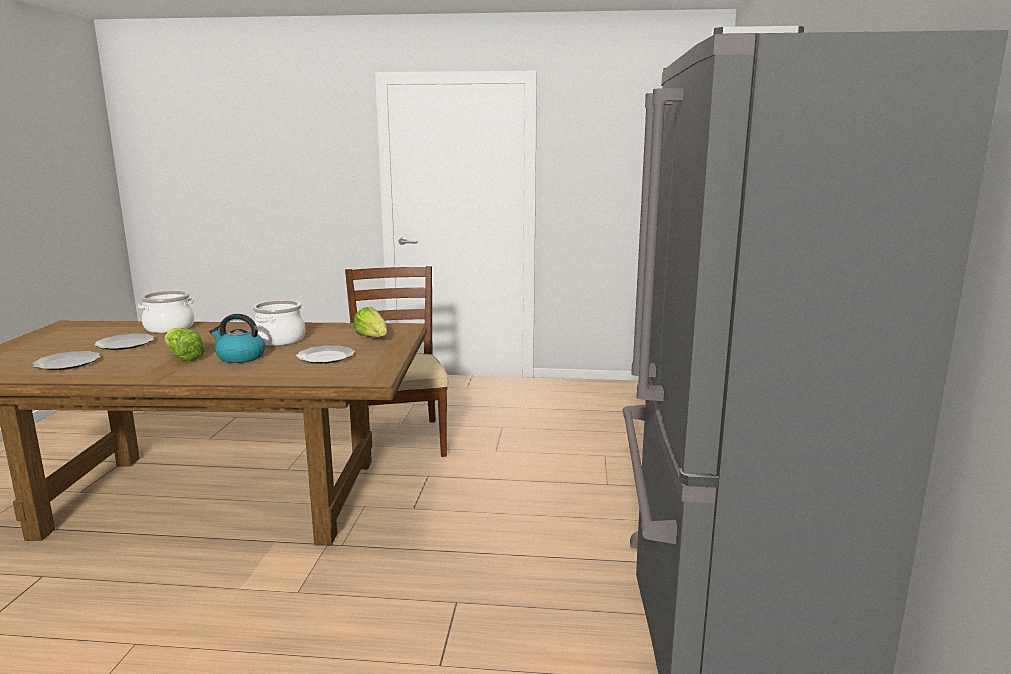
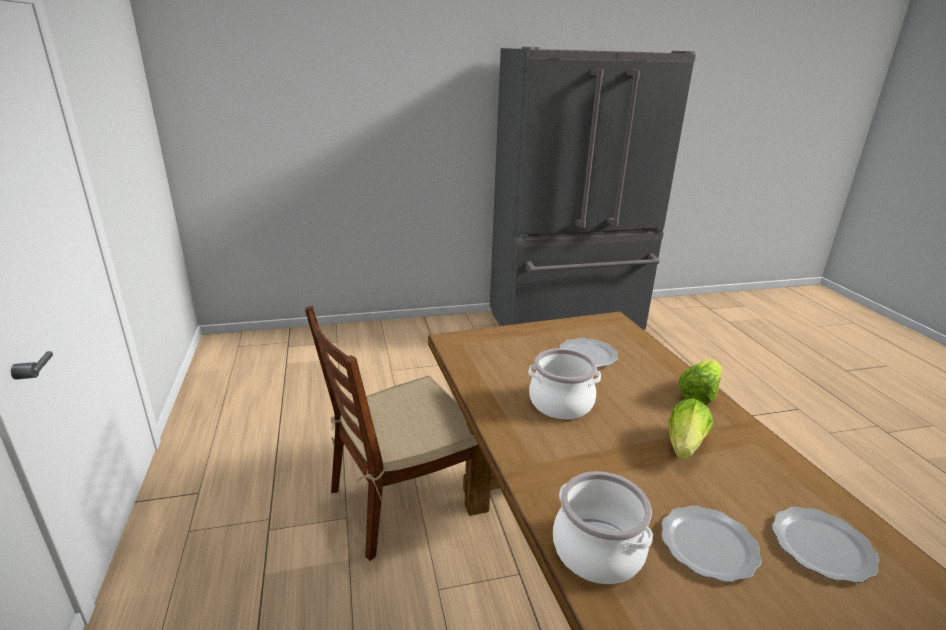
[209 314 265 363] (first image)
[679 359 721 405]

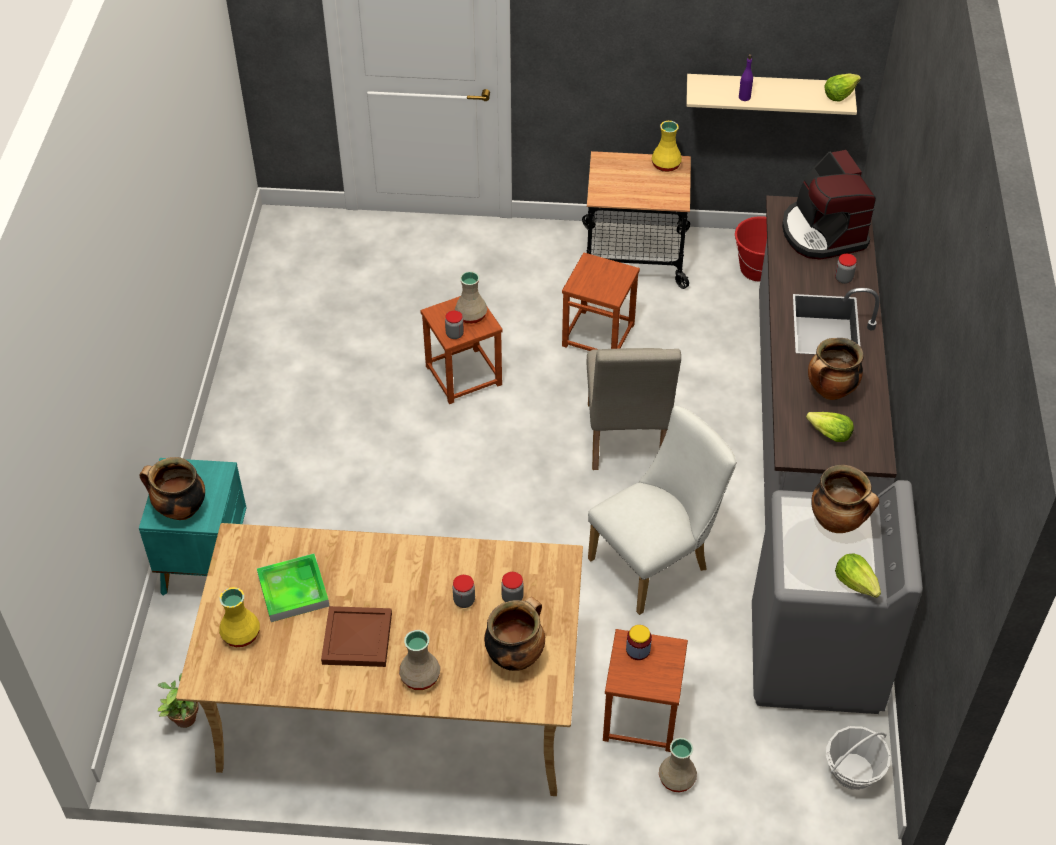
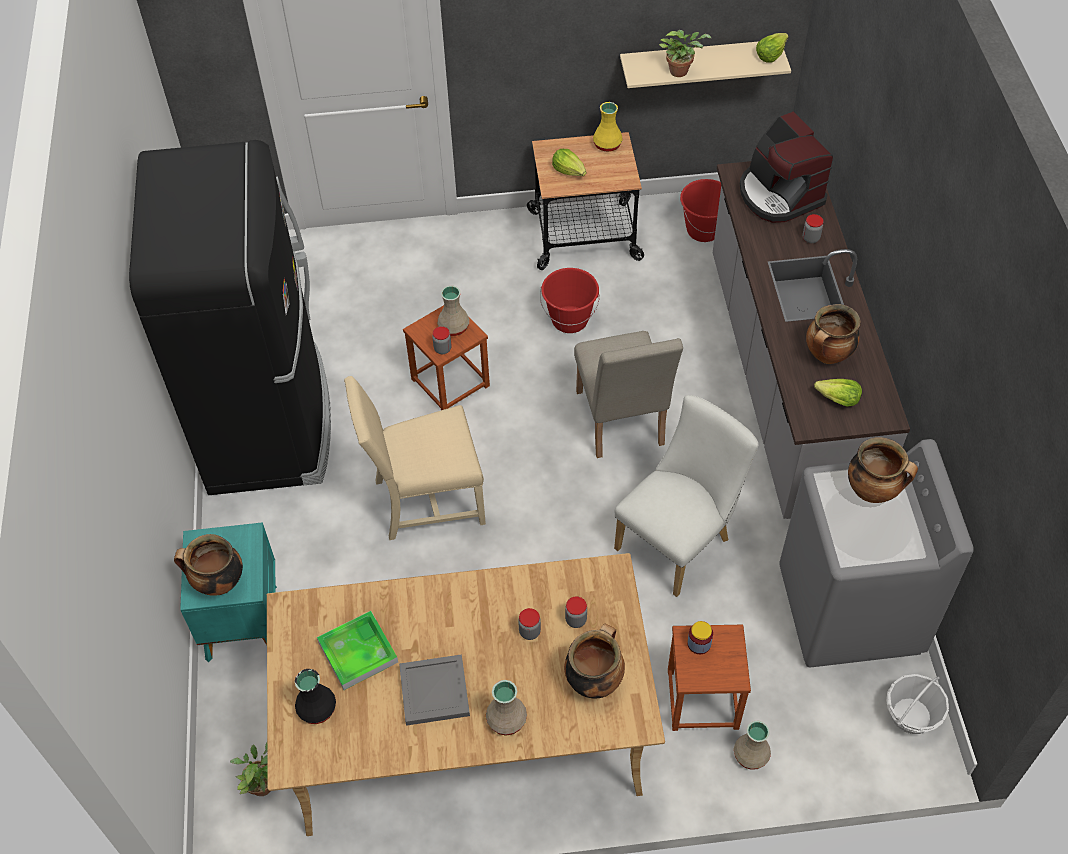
[295 669 336 724]
[399 654 470 726]
[540 268 600 333]
[659 30 711 77]
[552 149 586 176]
[129 140 331 495]
[344 376 486 540]

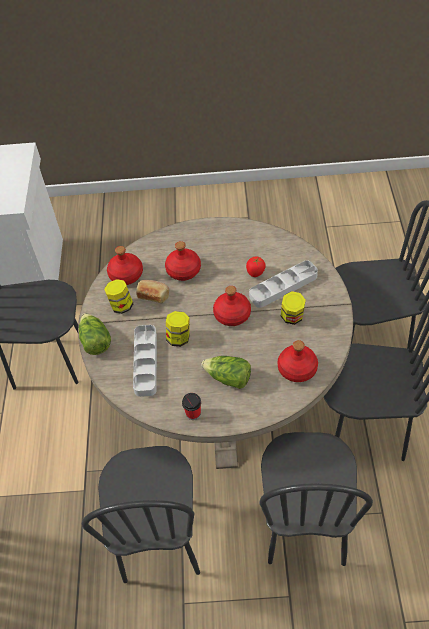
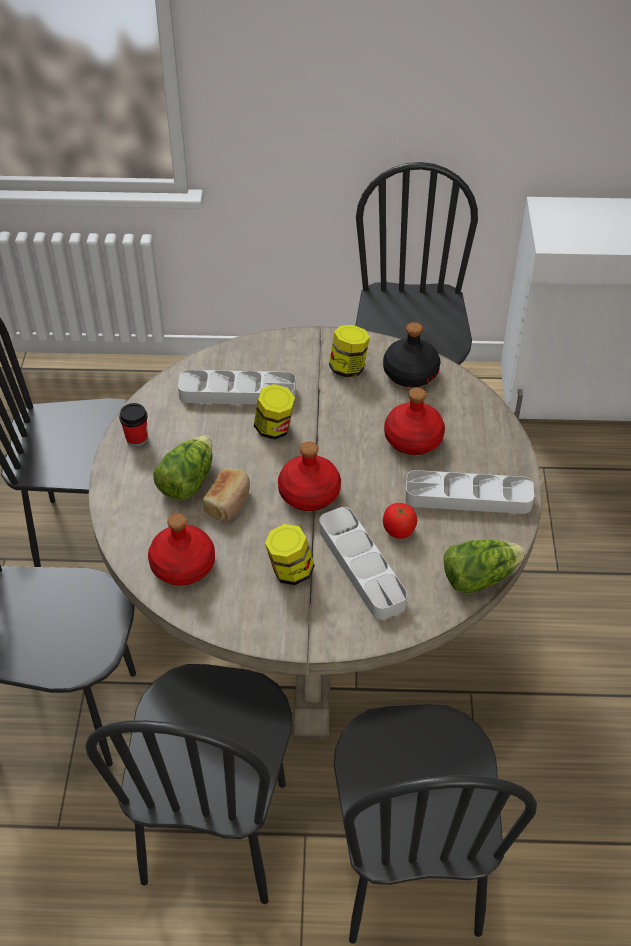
[443 540 526 593]
[383 322 441 387]
[203 468 250 521]
[405 470 534 514]

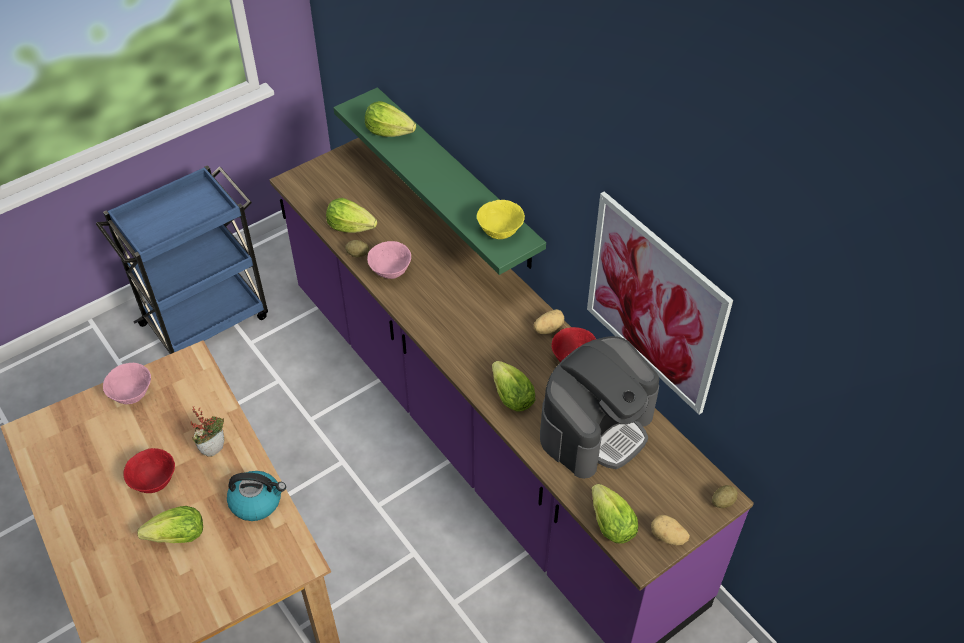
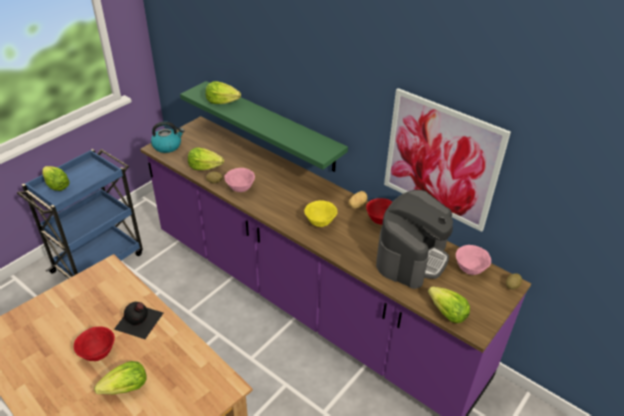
[456 245 491 275]
[114 302 163 339]
[151 122 184 153]
[304 200 337 227]
[42 166 69 191]
[651 515 690 546] (first image)

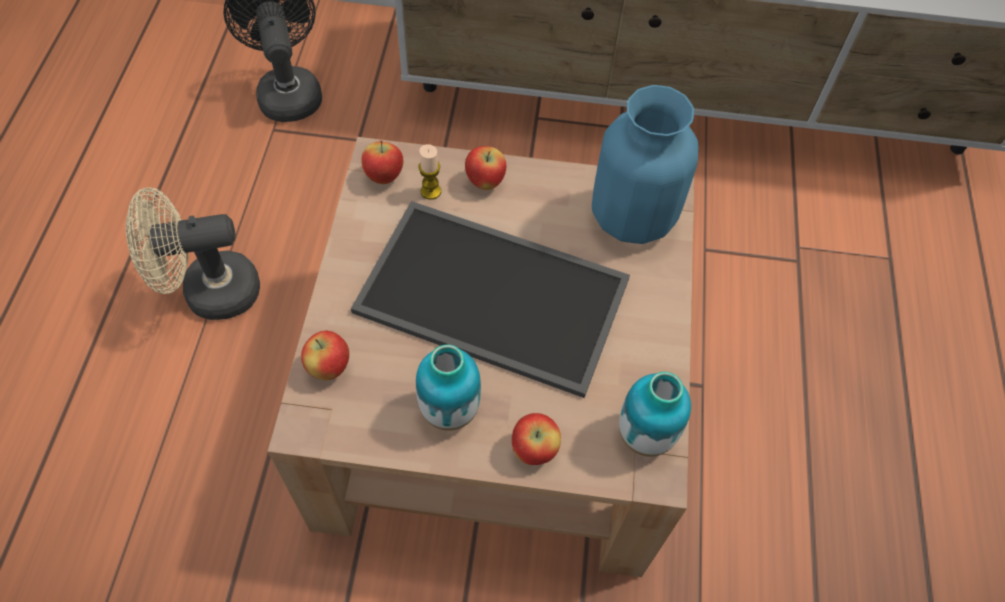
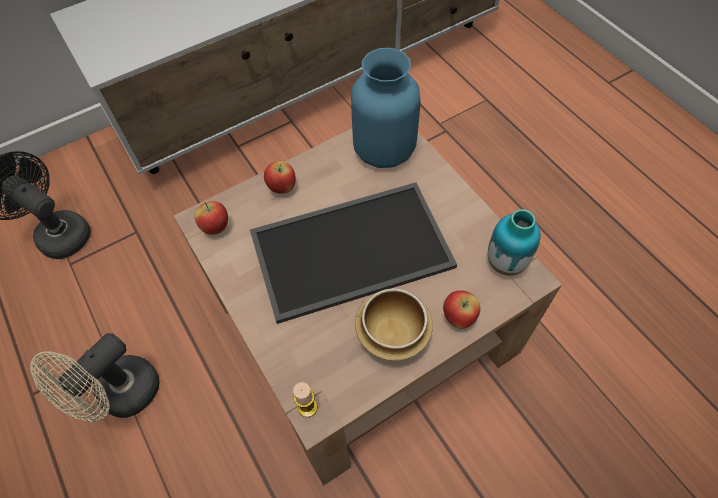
[301 331 349 380] (first image)
[355 288 433 361]
[293 382 318 417]

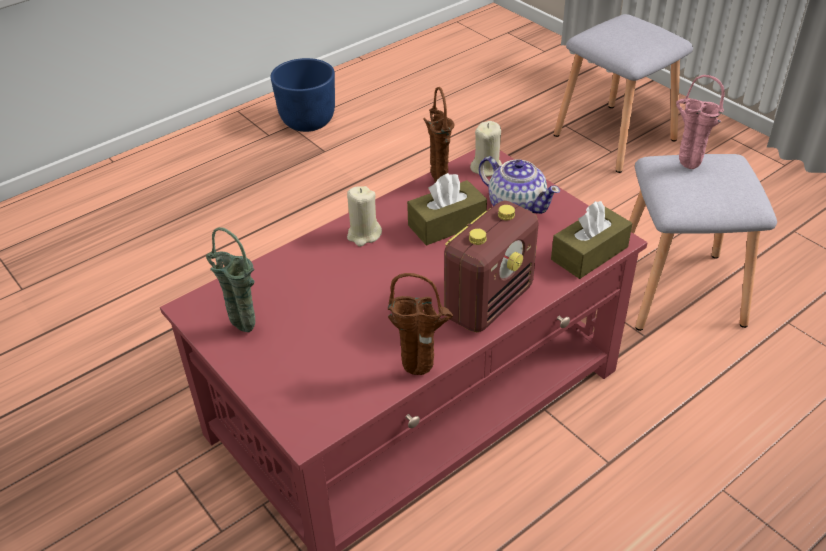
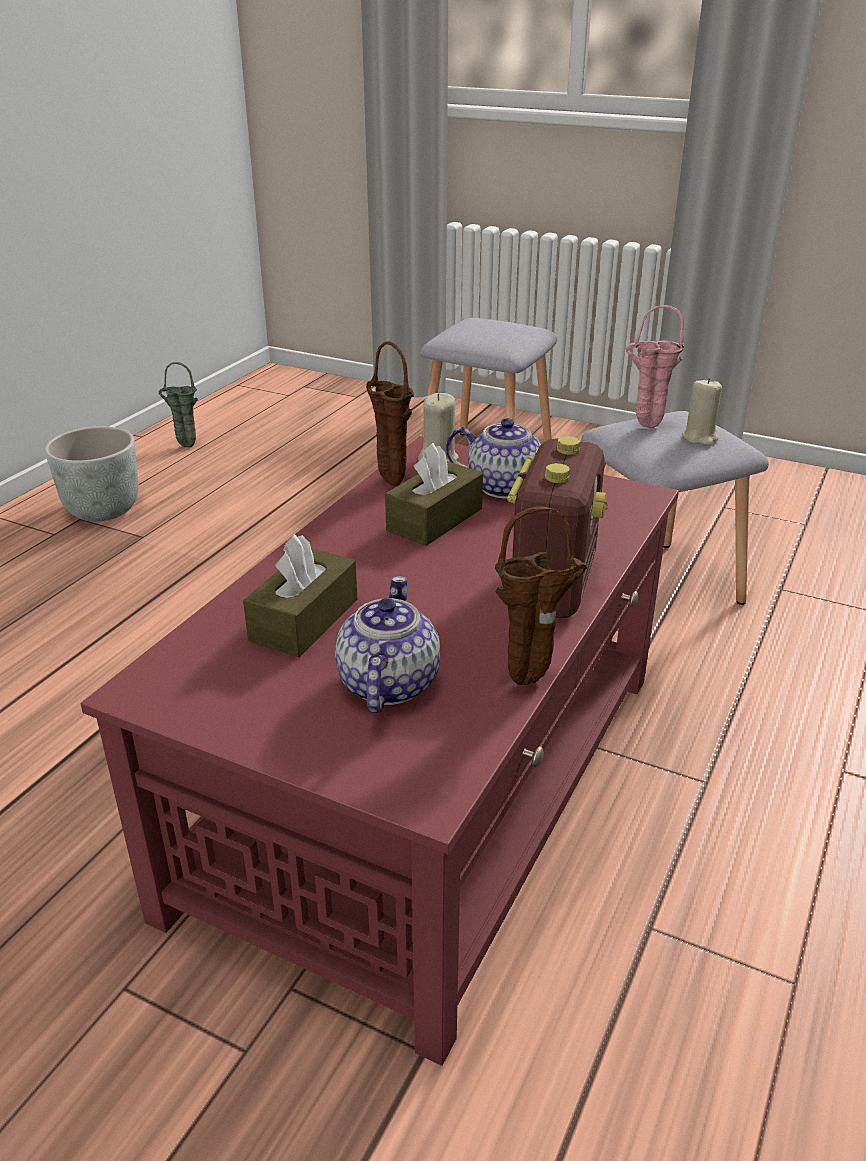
[159 362 198 447]
[44 426 138 522]
[682 378 722 446]
[243 534 357 657]
[335 576 440 713]

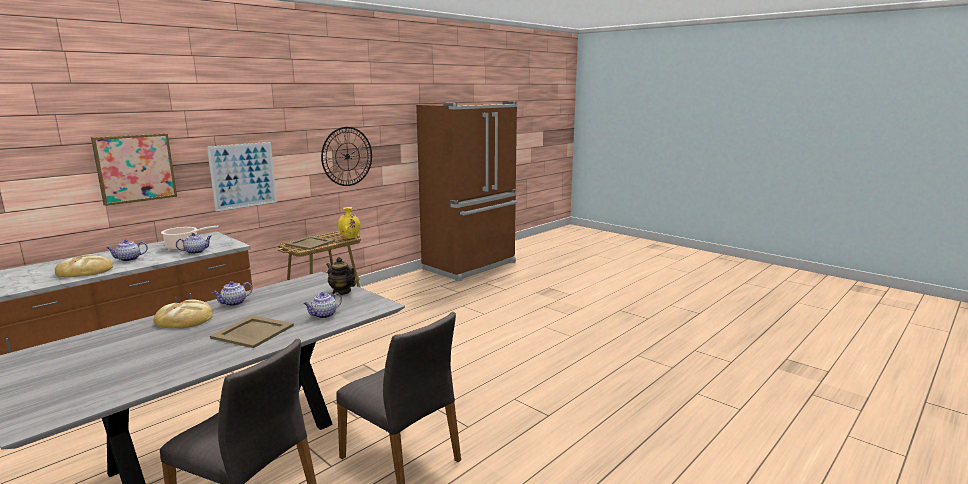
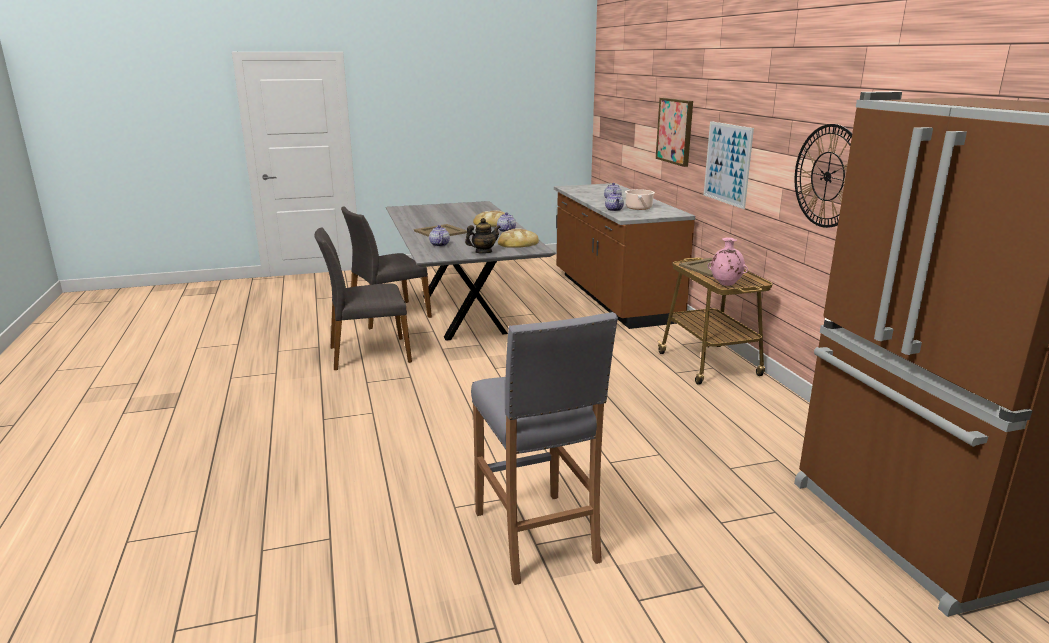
[498 228 539 248]
[708 238 748 286]
[471 312 618 585]

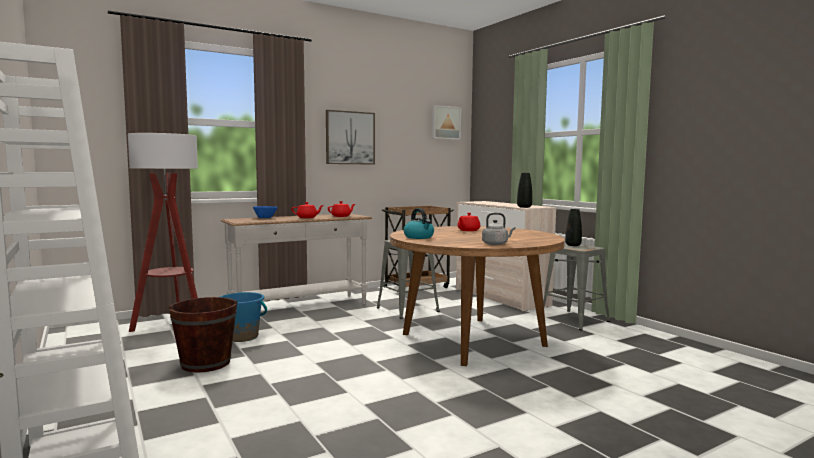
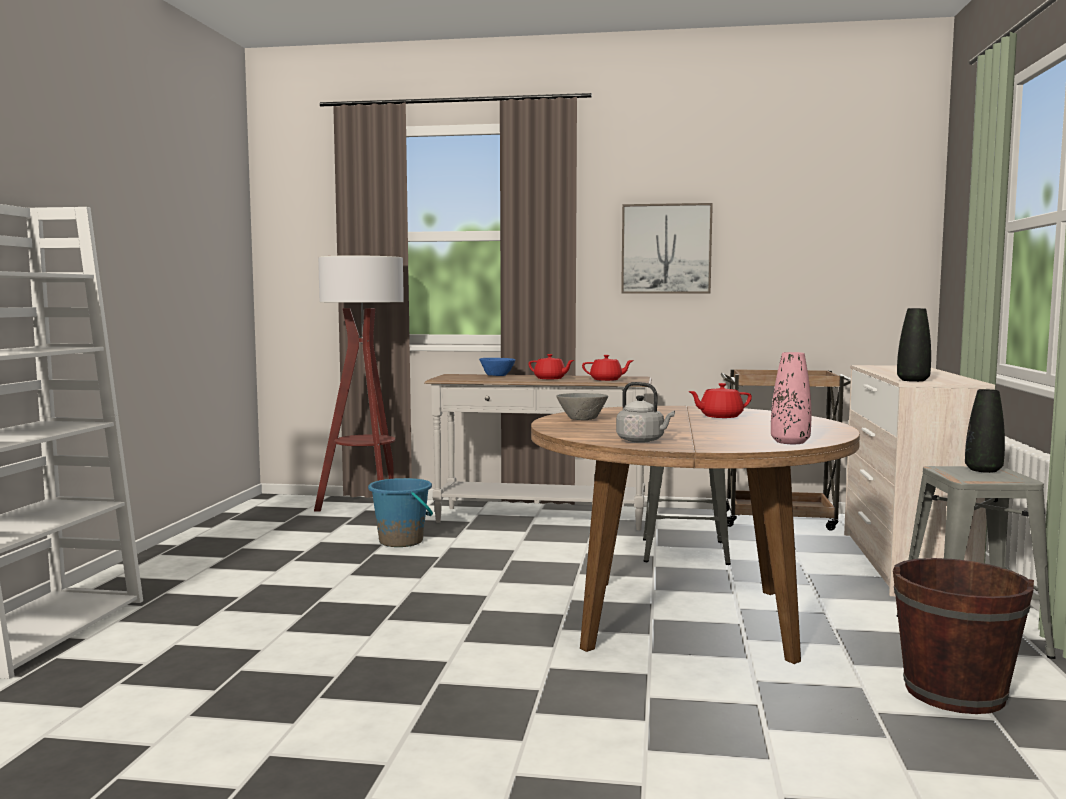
[893 558 1034 714]
[556 393 608 420]
[432 105 461 140] (first image)
[771 352 811 444]

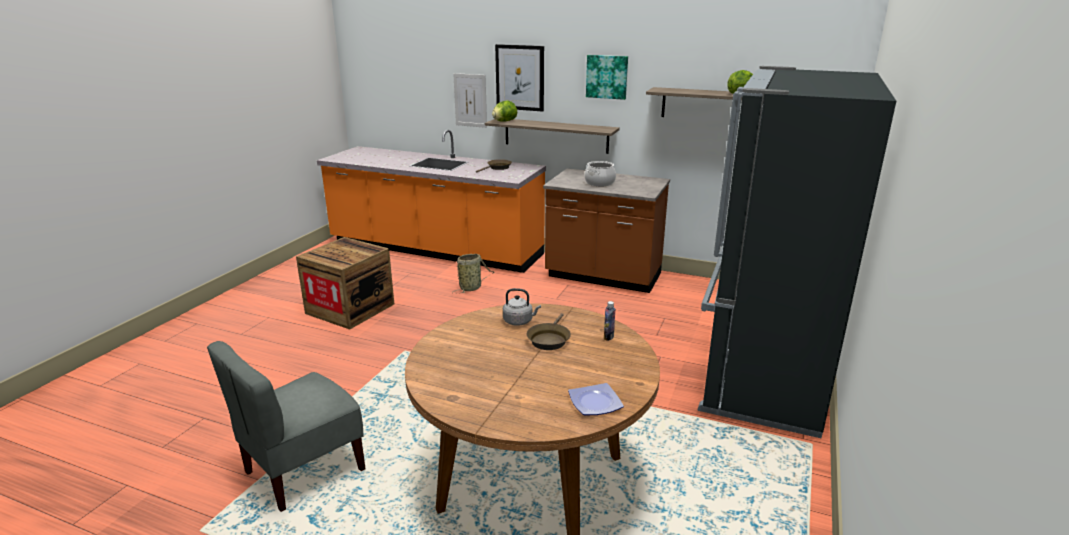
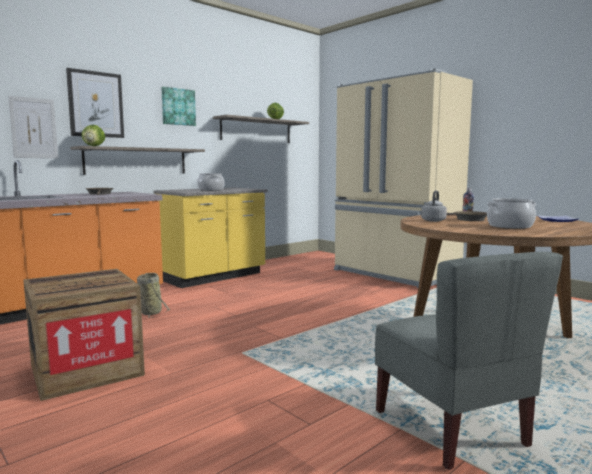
[153 188 268 288]
[334 69 473 288]
[487 198 536 229]

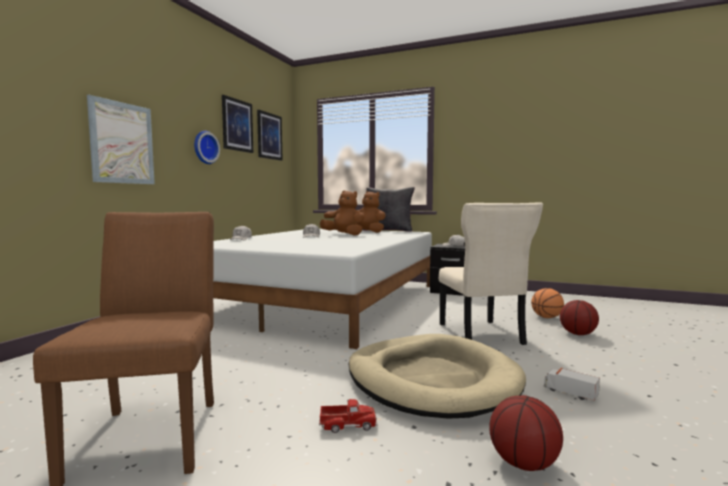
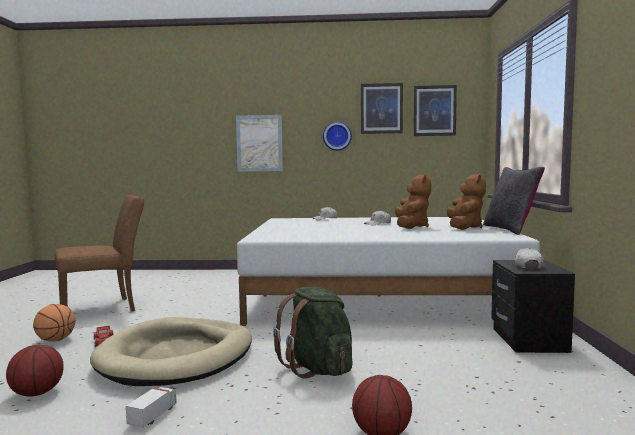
[273 287 353 379]
[33 304 76 342]

